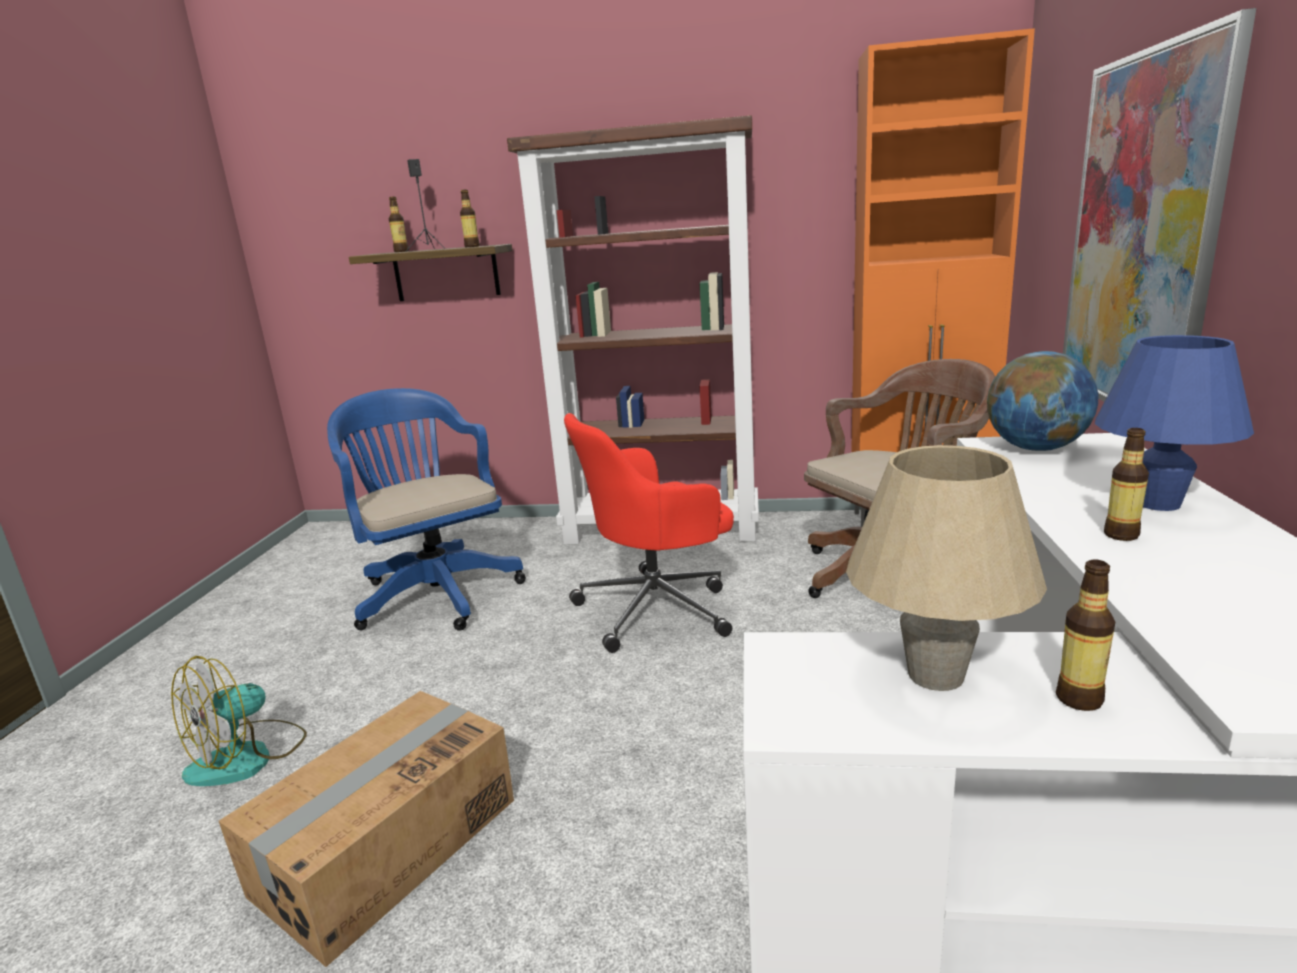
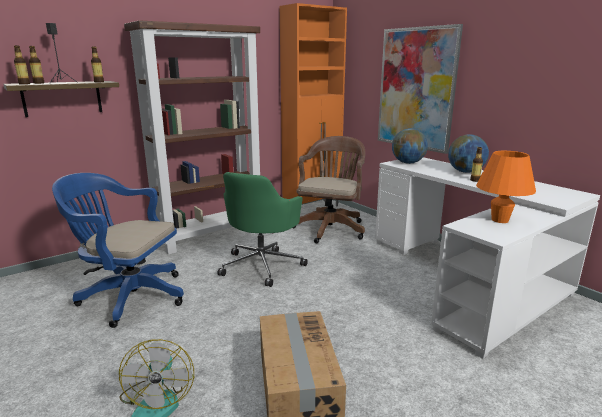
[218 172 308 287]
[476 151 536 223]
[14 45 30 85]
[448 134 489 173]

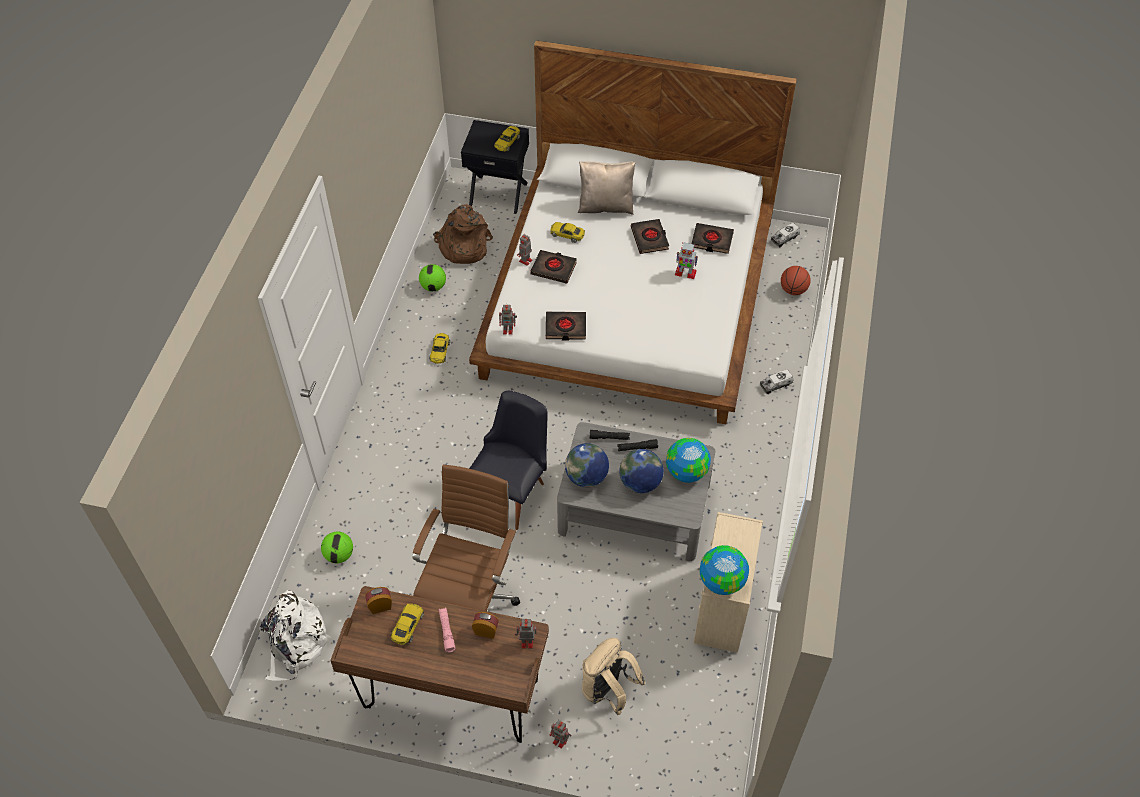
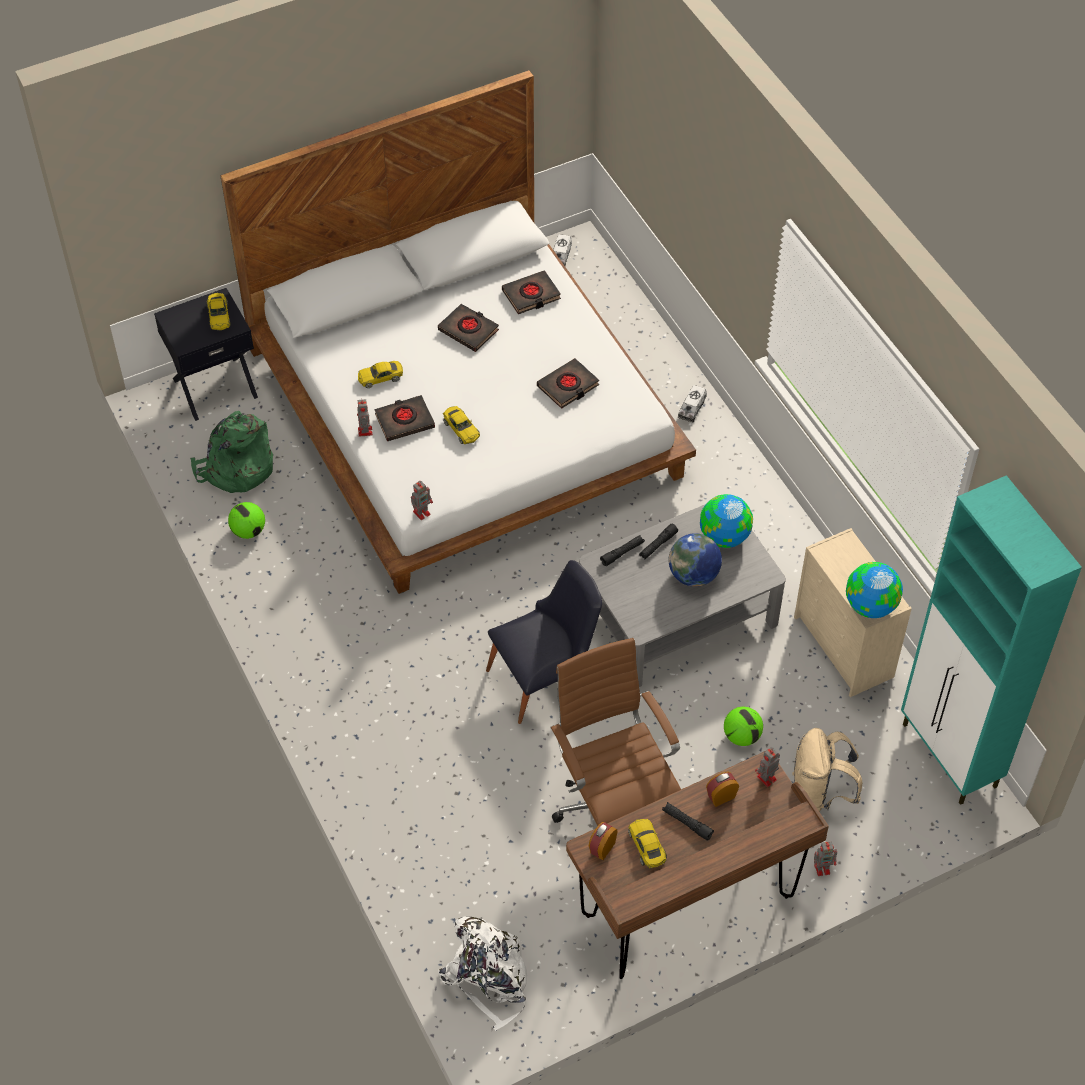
[724 707 763 746]
[443 406 480 444]
[191 411 273 493]
[662 802 714 841]
[486 560 602 724]
[537 358 599 409]
[565 443 609 487] (first image)
[578 161 635 215] (first image)
[675 243 698 279] (first image)
[781 266 811 295] (first image)
[901 475 1082 805]

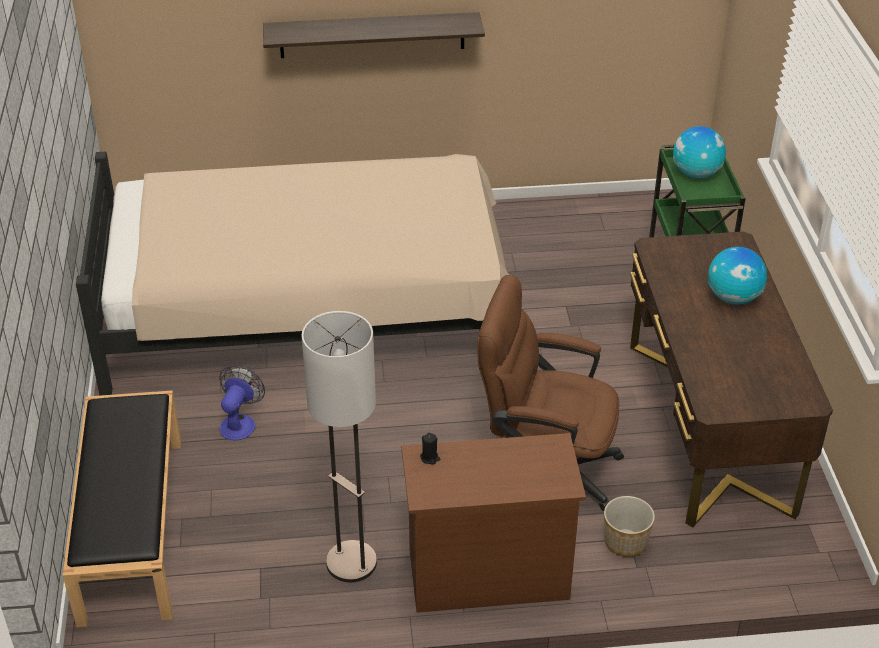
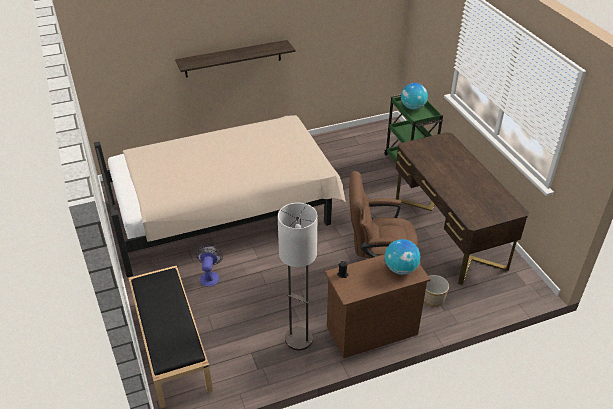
[385 239 420 275]

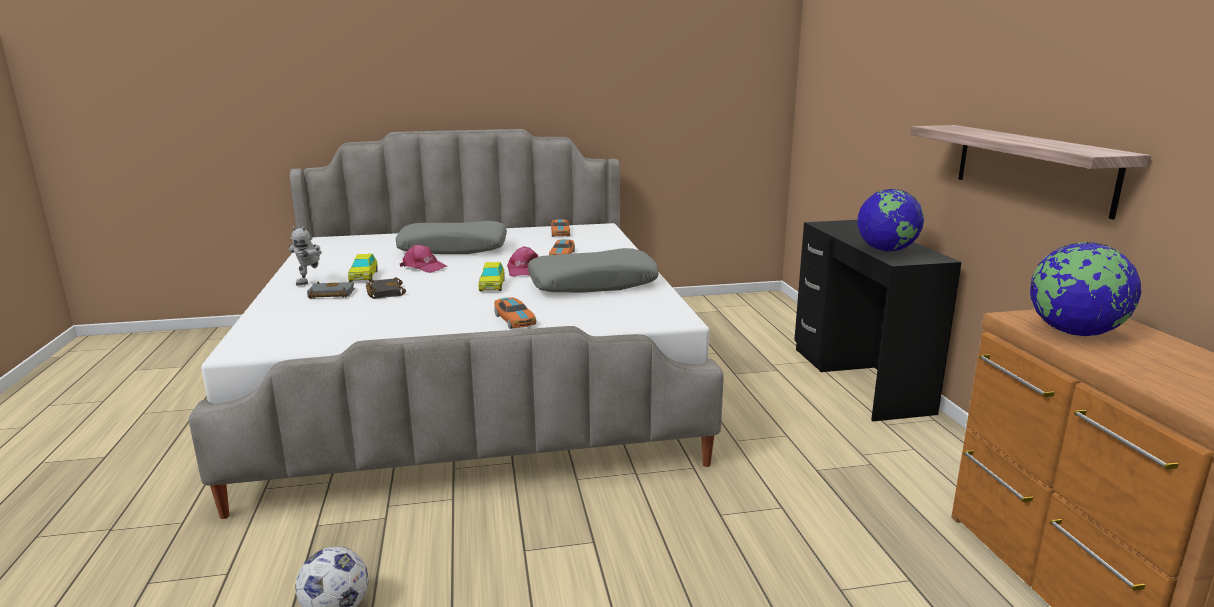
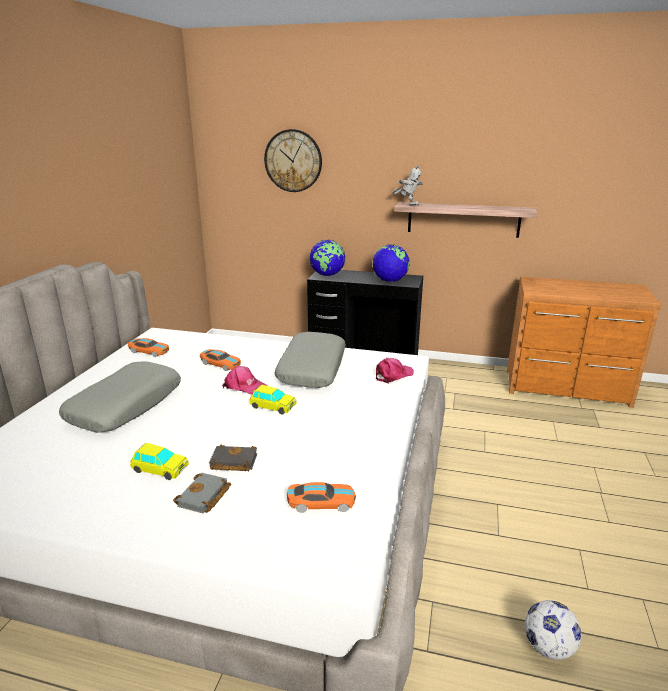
[392 166 424 206]
[376 358 414 383]
[287 482 356 513]
[310 240 345 276]
[264 129 322 192]

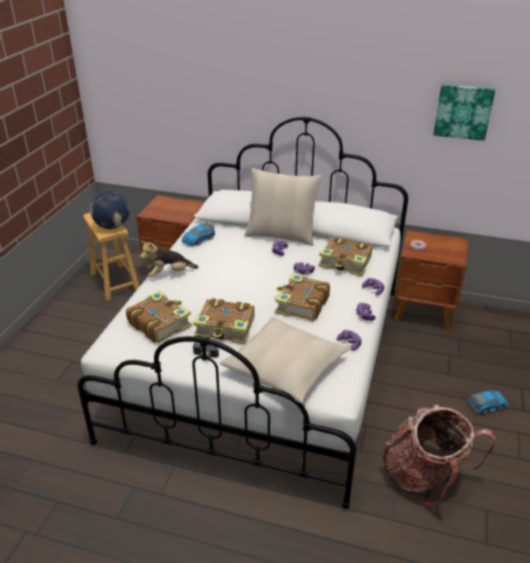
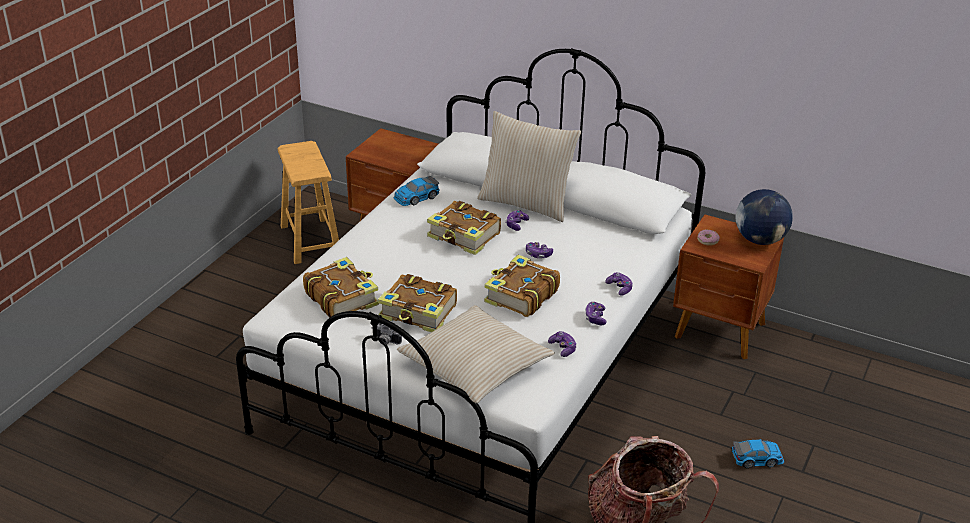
[736 189 793 245]
[140 241 199 277] (first image)
[427 201 501 255]
[433 84 495 141] (first image)

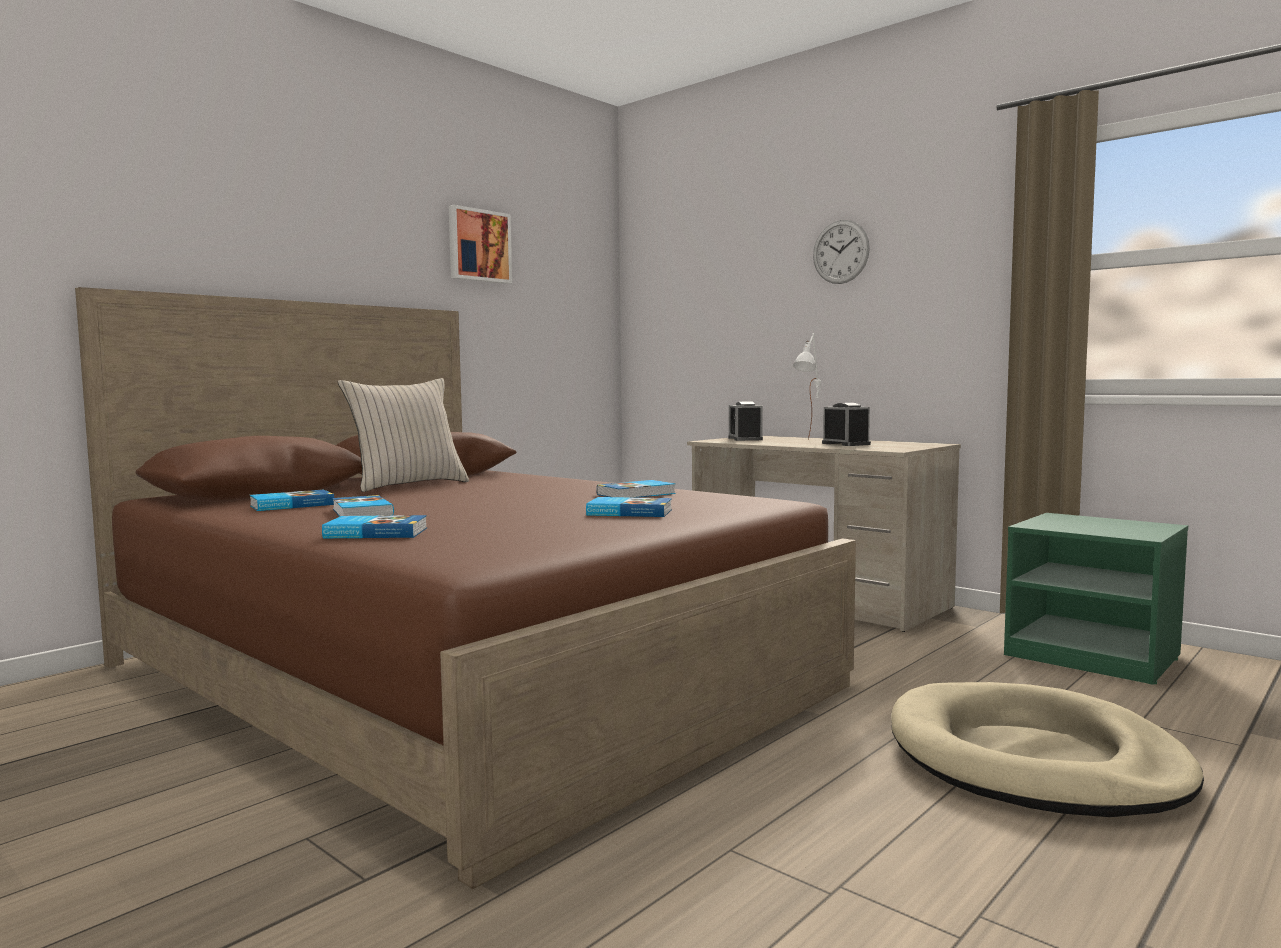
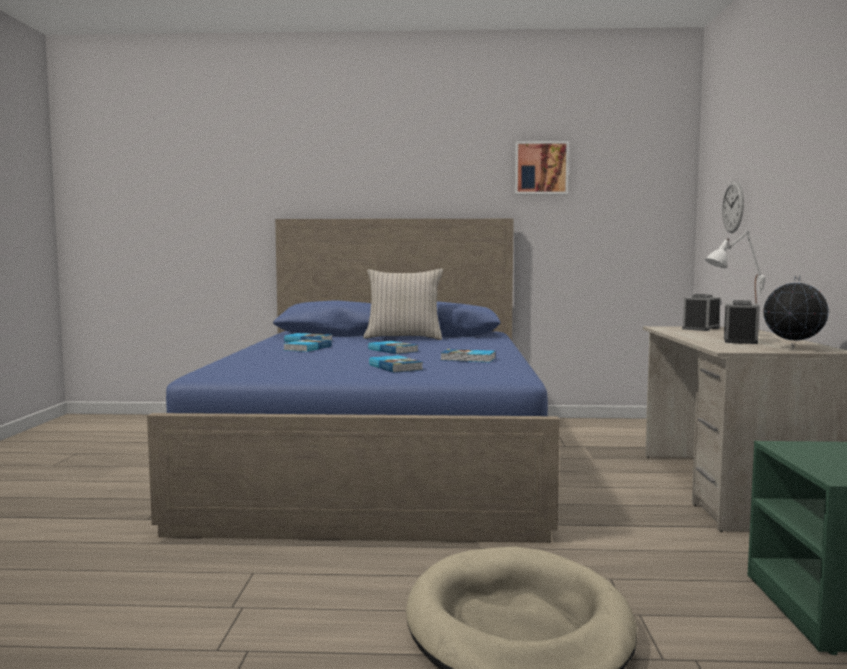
[147 219 560 543]
[368 341 418 354]
[722 181 744 233]
[764 276 829 349]

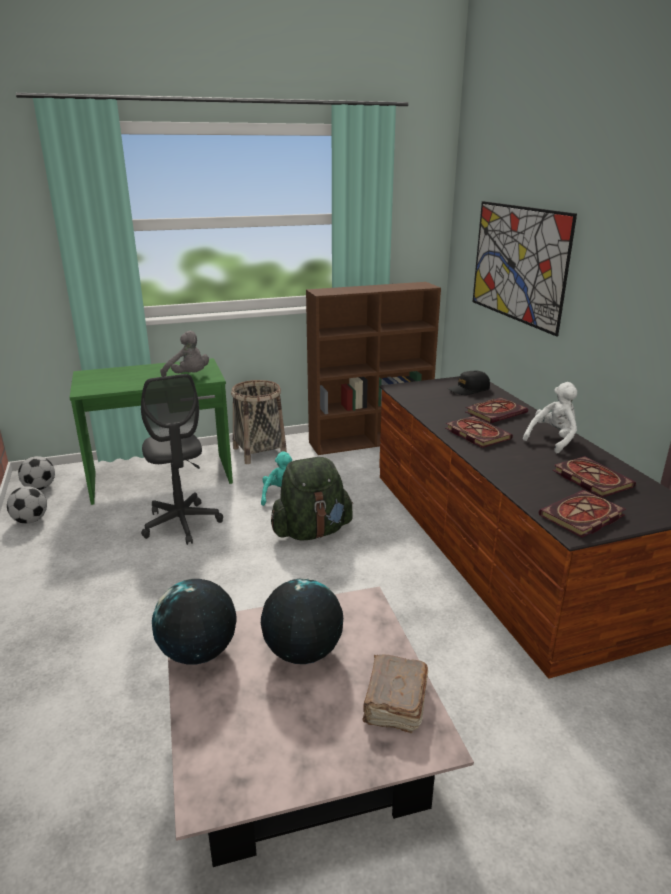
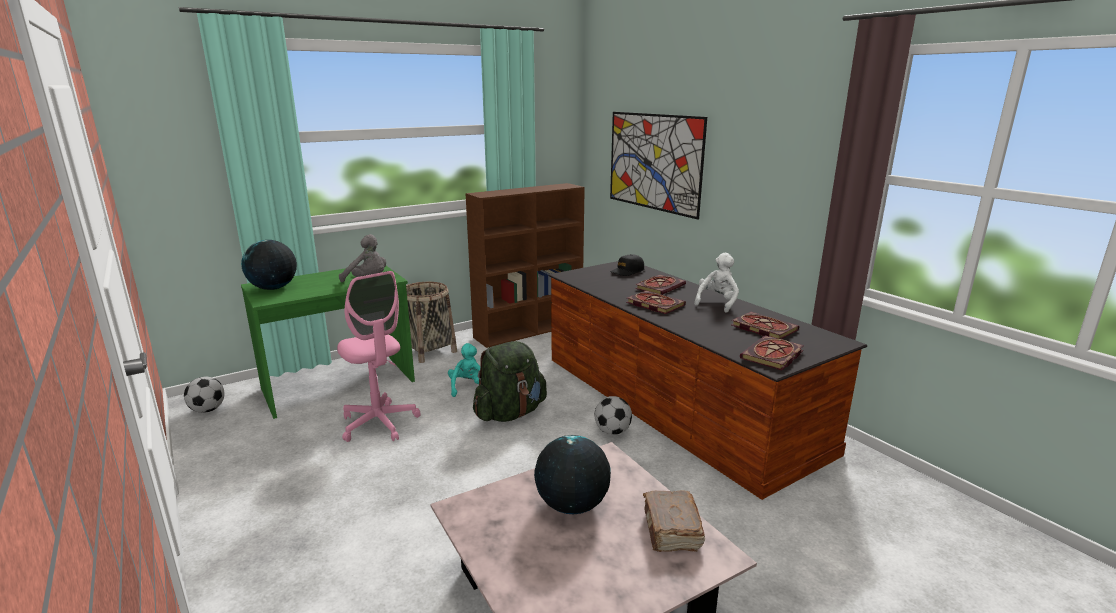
[595 396 632 435]
[337 271 420 442]
[241 240 297 290]

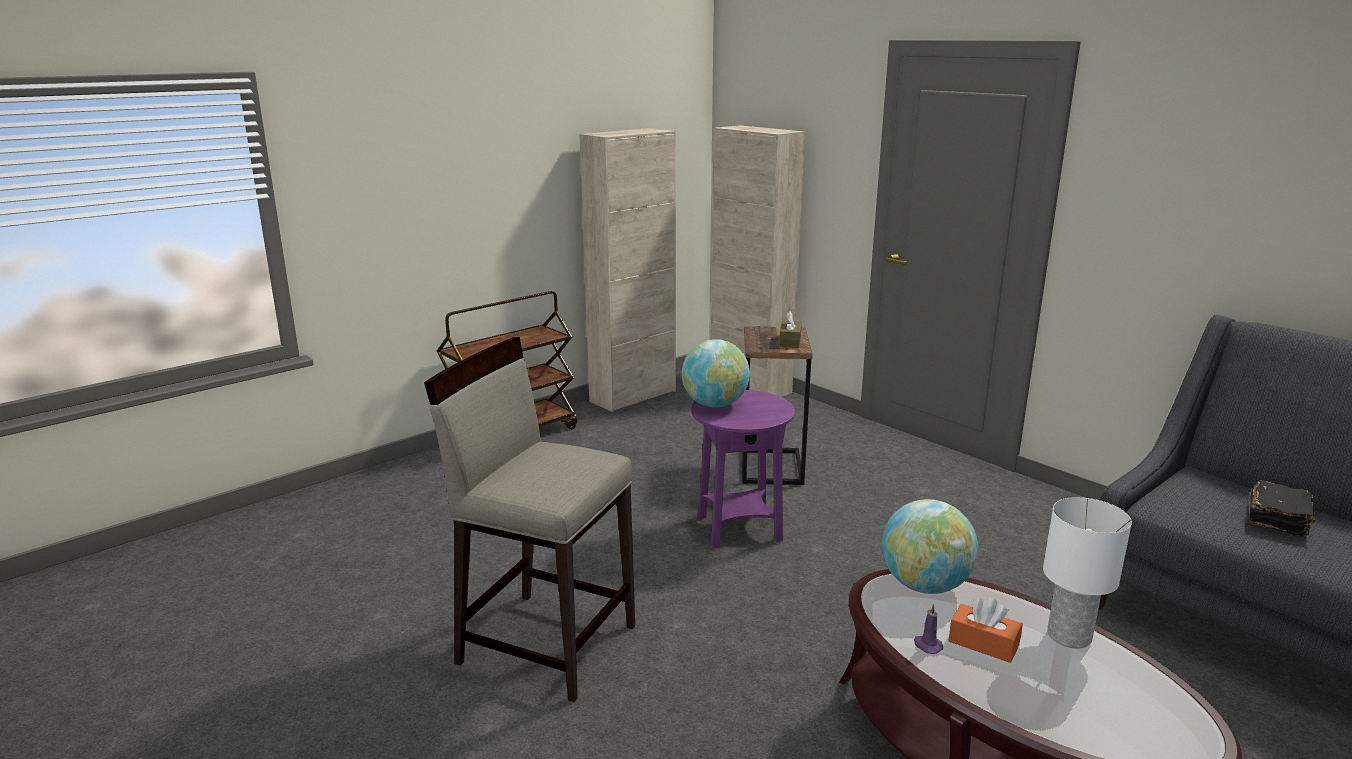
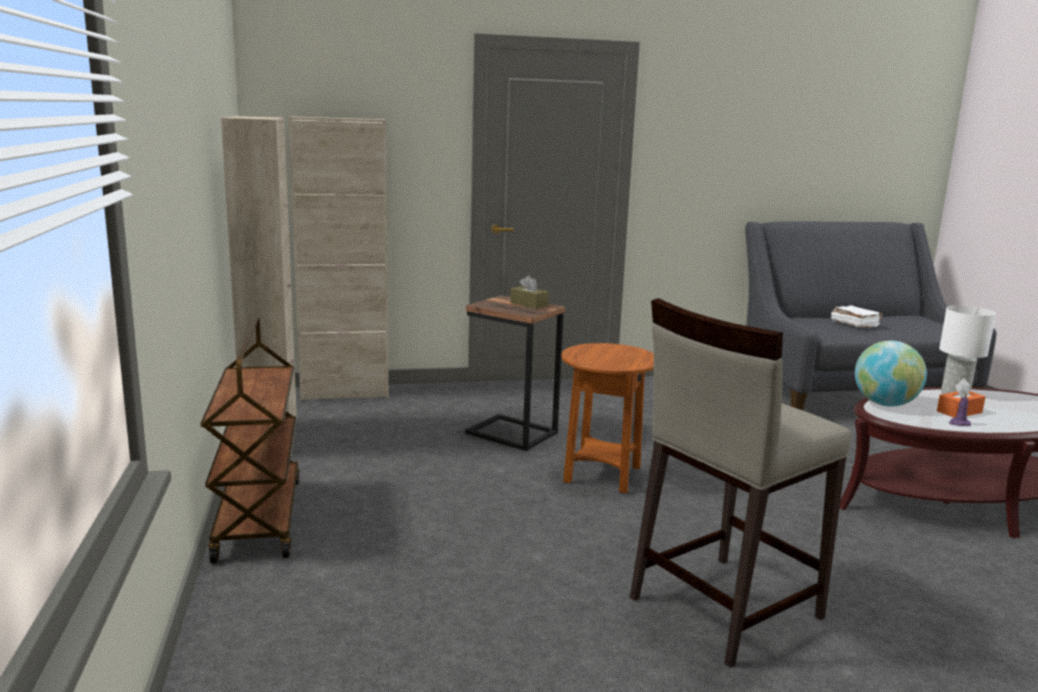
[682 339 750 408] (first image)
[561 343 654 493]
[831 305 883 328]

